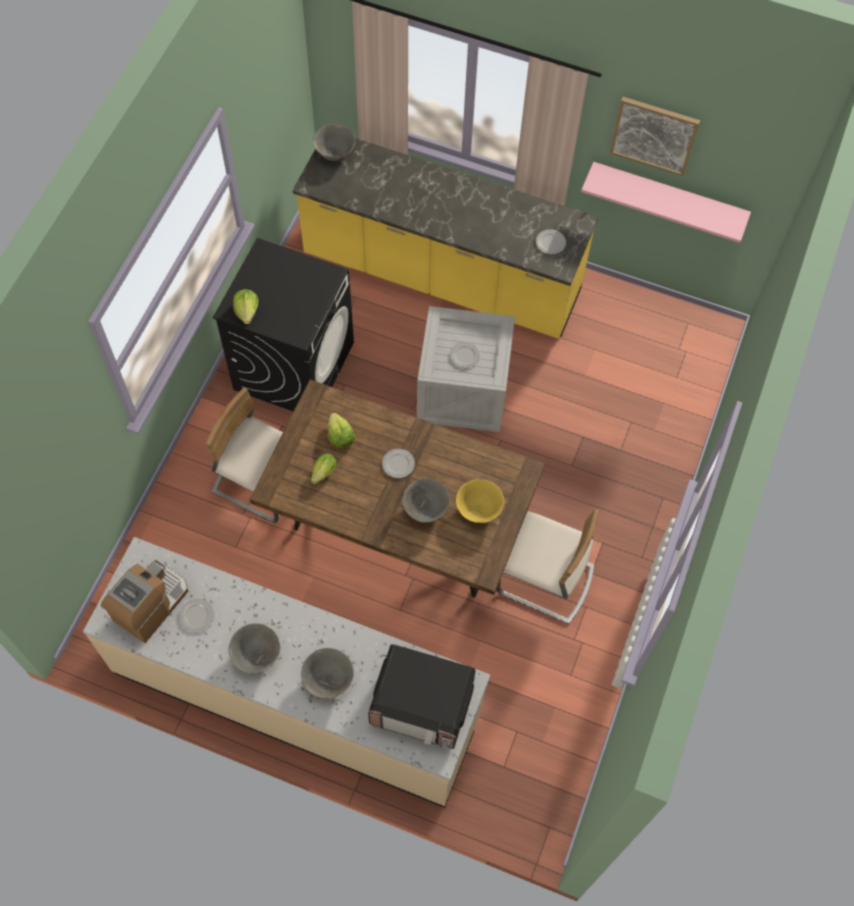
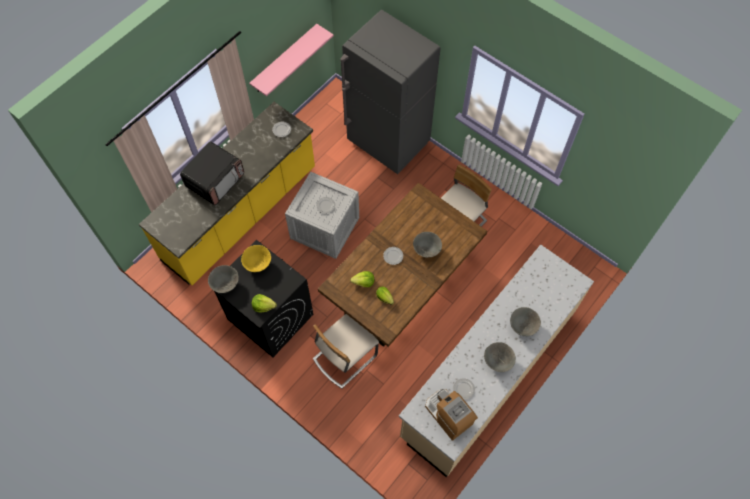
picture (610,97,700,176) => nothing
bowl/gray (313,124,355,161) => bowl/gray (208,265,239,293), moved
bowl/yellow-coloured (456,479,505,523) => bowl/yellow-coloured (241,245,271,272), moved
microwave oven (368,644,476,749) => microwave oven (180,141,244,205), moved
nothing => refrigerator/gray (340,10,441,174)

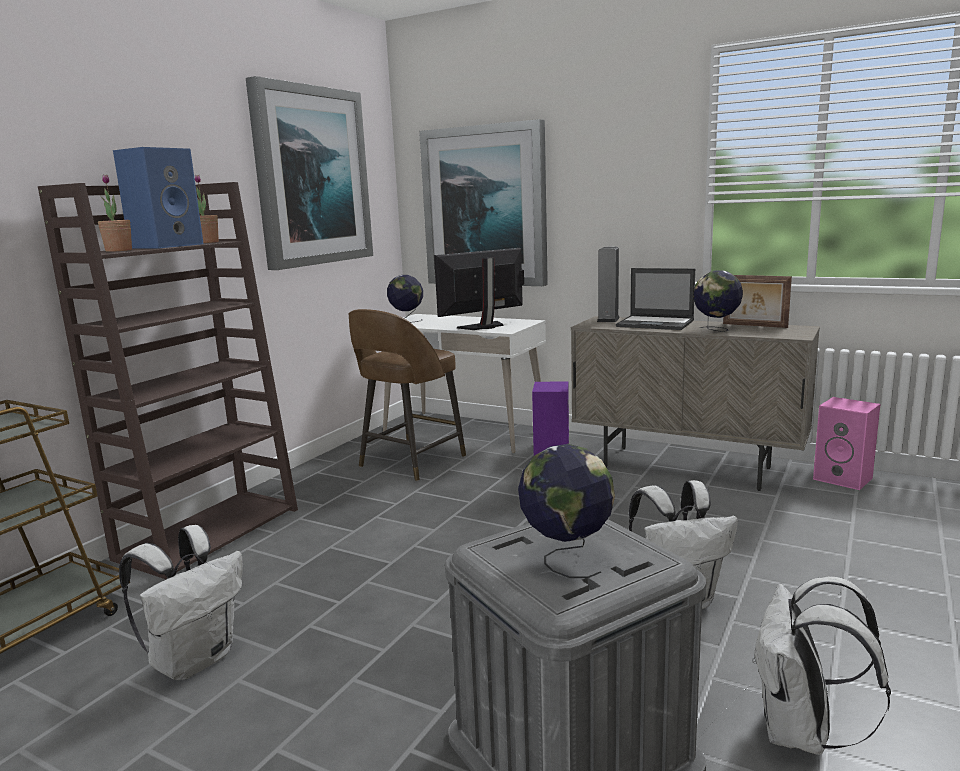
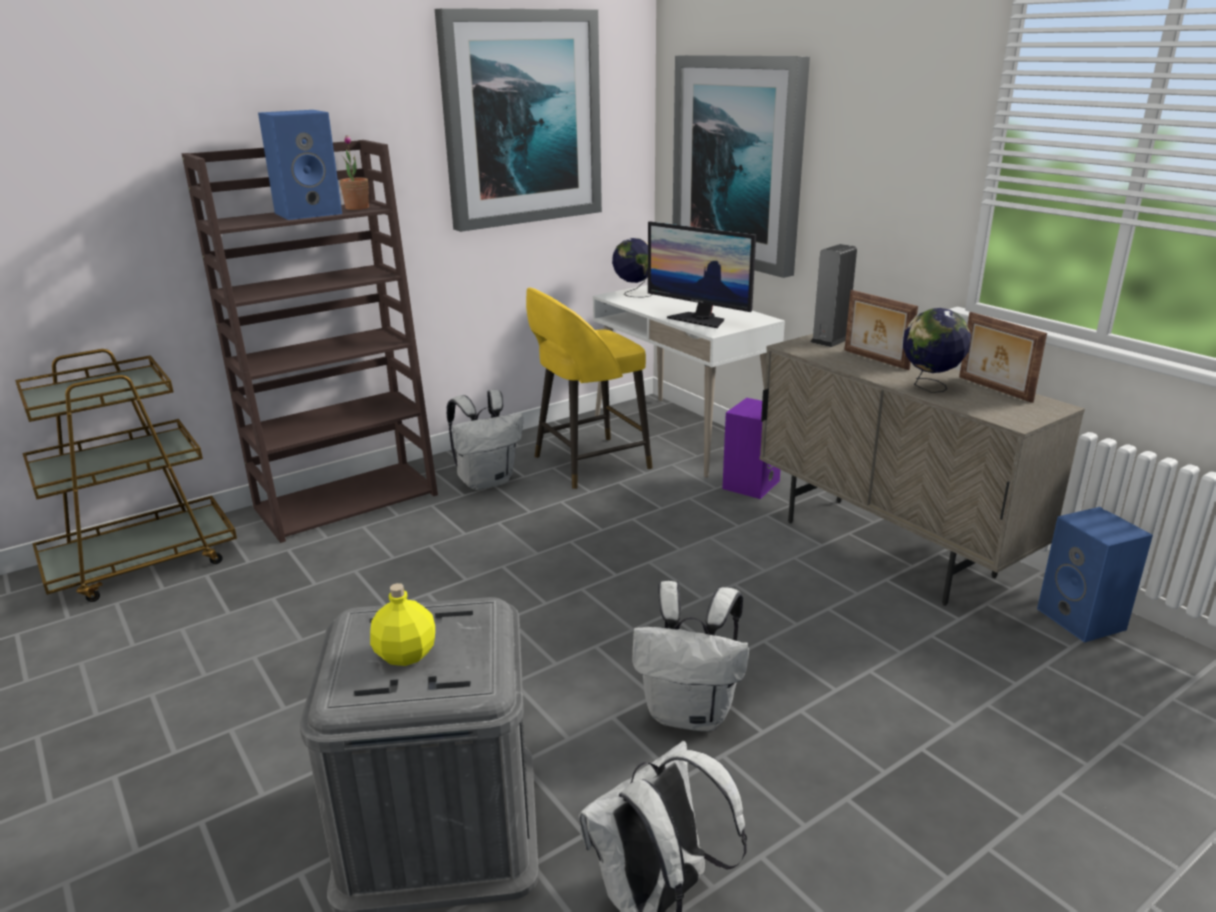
plant in a pot (98,174,132,252) => nothing
monitor (434,248,524,330) => monitor (648,221,756,328), 135 degrees counterclockwise
laptop (616,268,695,330) => picture frame (845,290,918,370)
stool seat/brown-coloured (349,309,466,481) => stool seat/yellow-coloured (526,288,653,489)
audio speaker/pink-coloured (813,397,880,490) => audio speaker/bluish (1037,507,1153,643)
desk globe (518,444,615,578) => drink bottle/yellow-coloured (370,583,435,666)
knapsack/whitish (119,525,243,680) => knapsack/whitish (447,390,523,490), moved

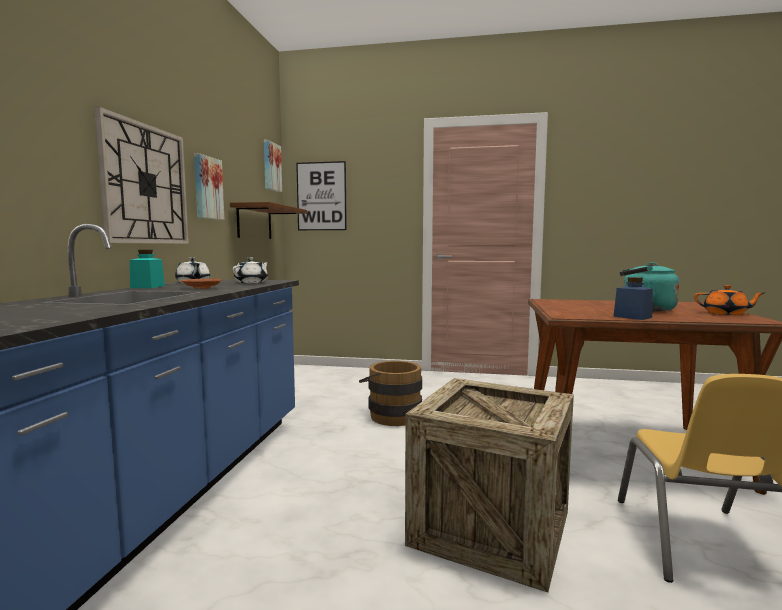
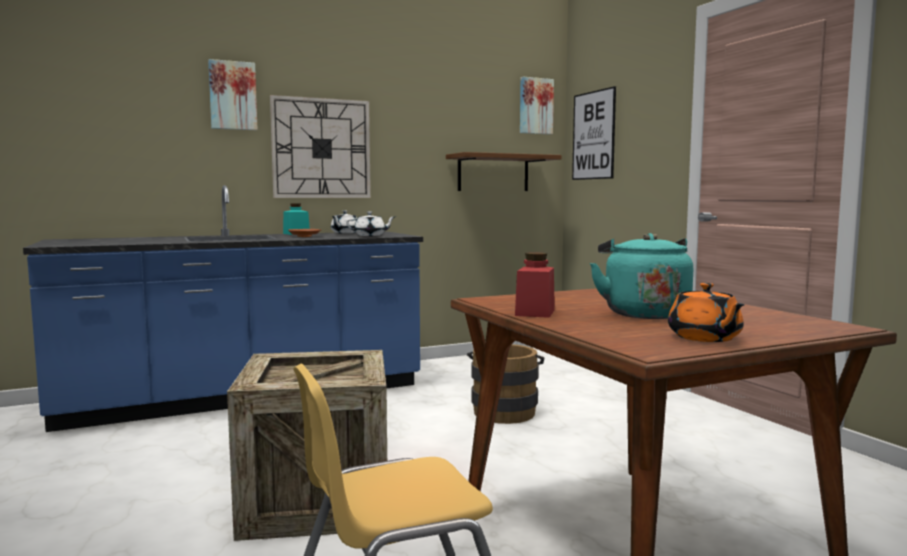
picture (194,153,224,220) => picture (208,59,258,130), moved
storage jar/bluish (613,277,653,320) => storage jar/red (515,252,555,318)

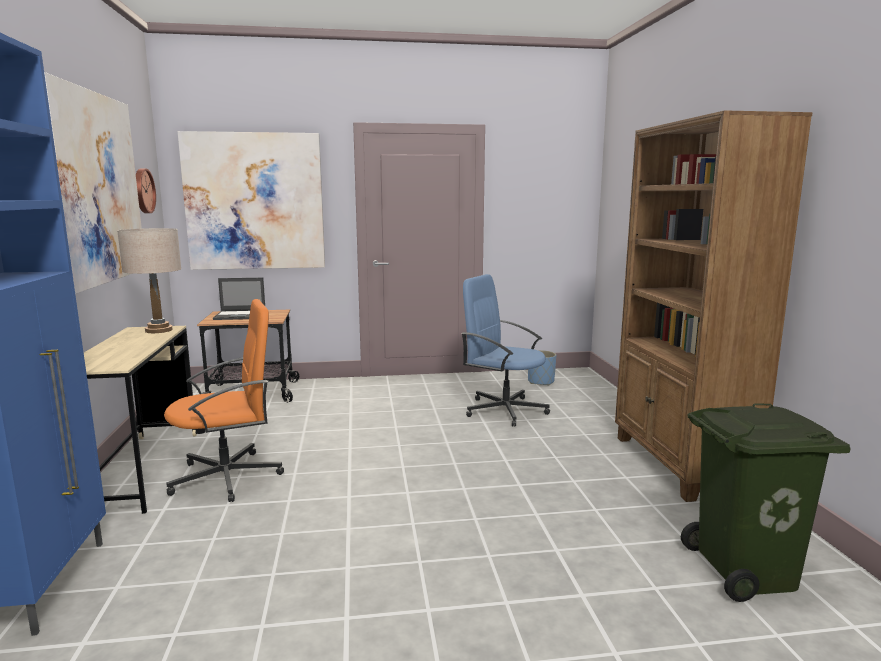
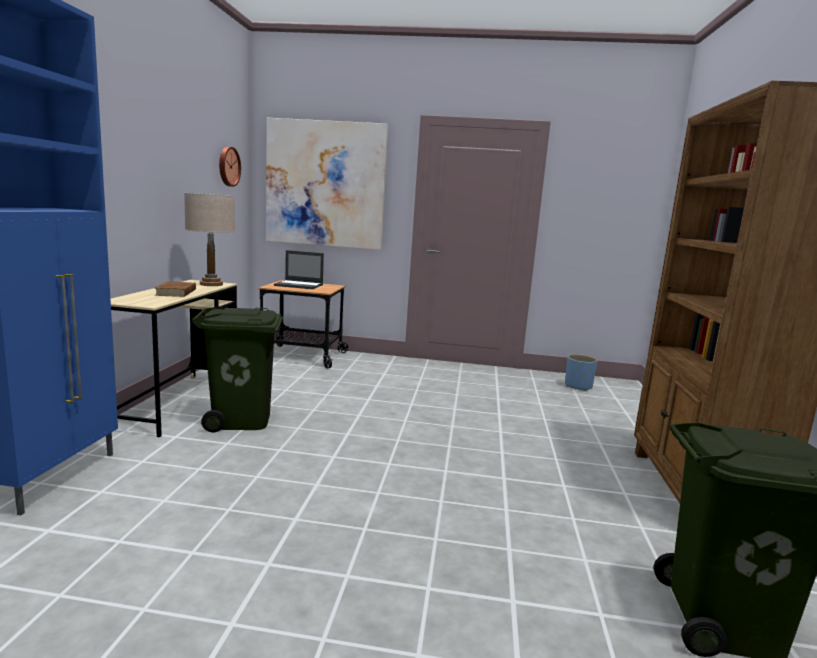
picture (44,72,142,294) => nothing
desk chair/bluish (461,274,550,426) => nothing
desk chair/orange (164,299,284,502) => trash can/greenish (192,307,283,432)
nothing => volume/brown-coloured (154,281,196,297)

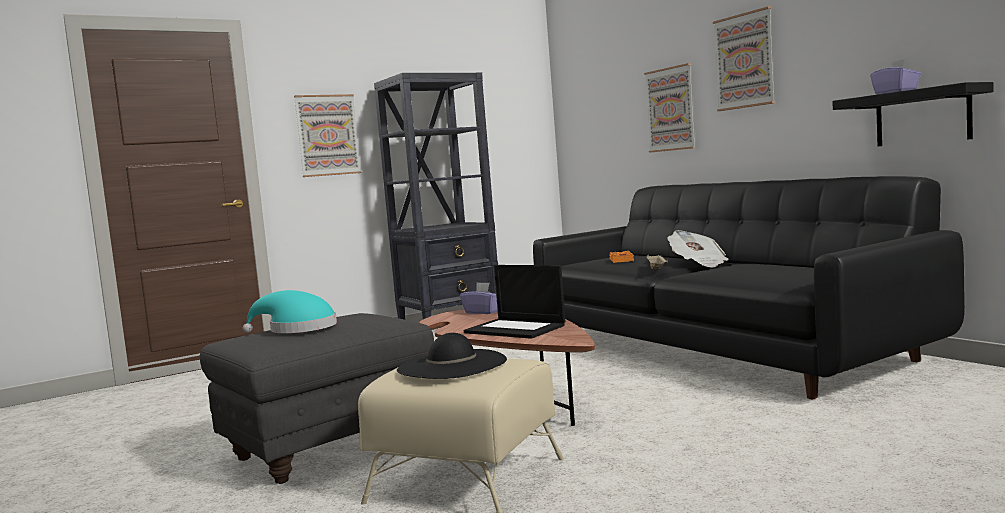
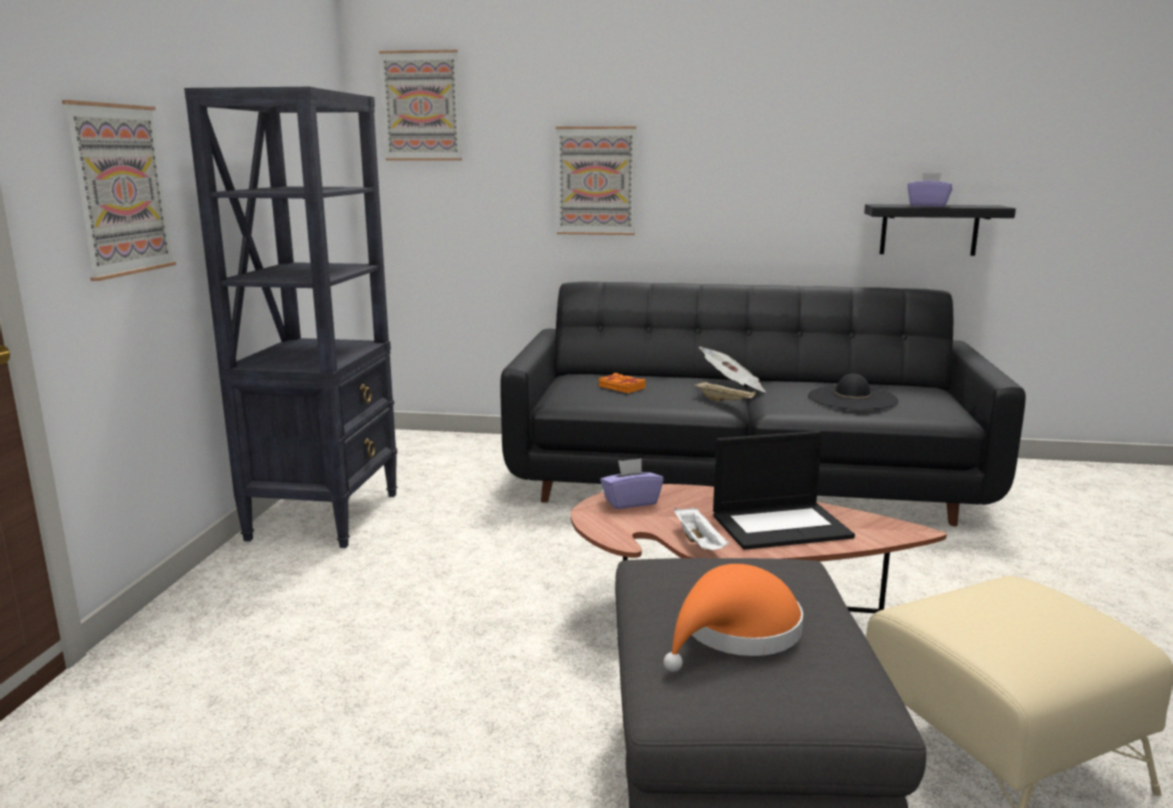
picture (713,6,775,111) => picture (379,50,462,161), moved
wearable hat/turquoise-coloured (243,290,337,333) => wearable hat/orange (664,564,803,672)
wearable hat/blackish (397,333,507,379) => wearable hat/blackish (808,373,899,410), moved
nothing => carrying tray/whitish (674,507,729,550)

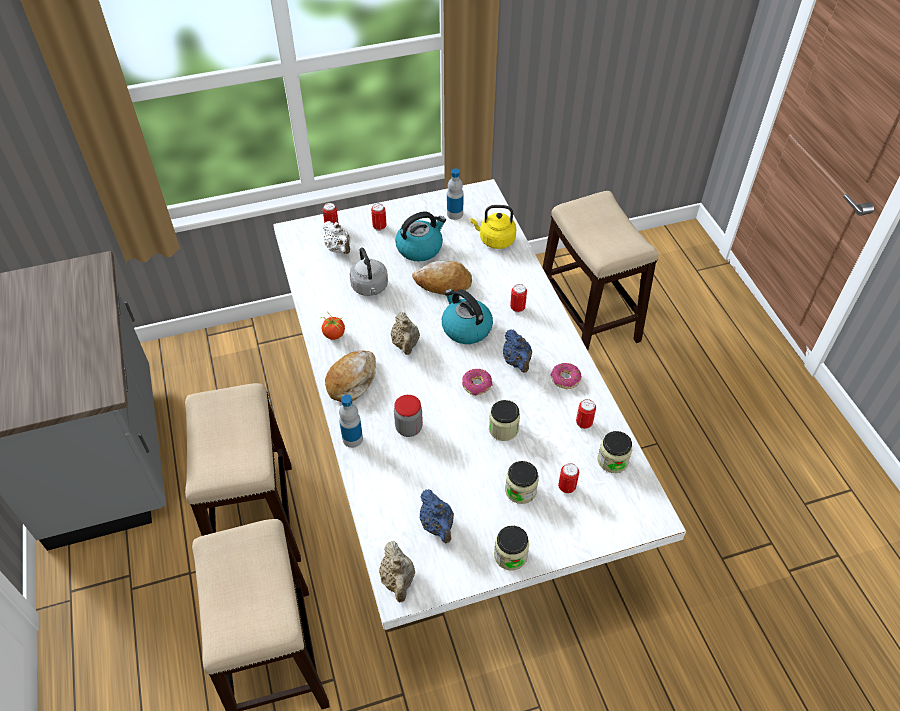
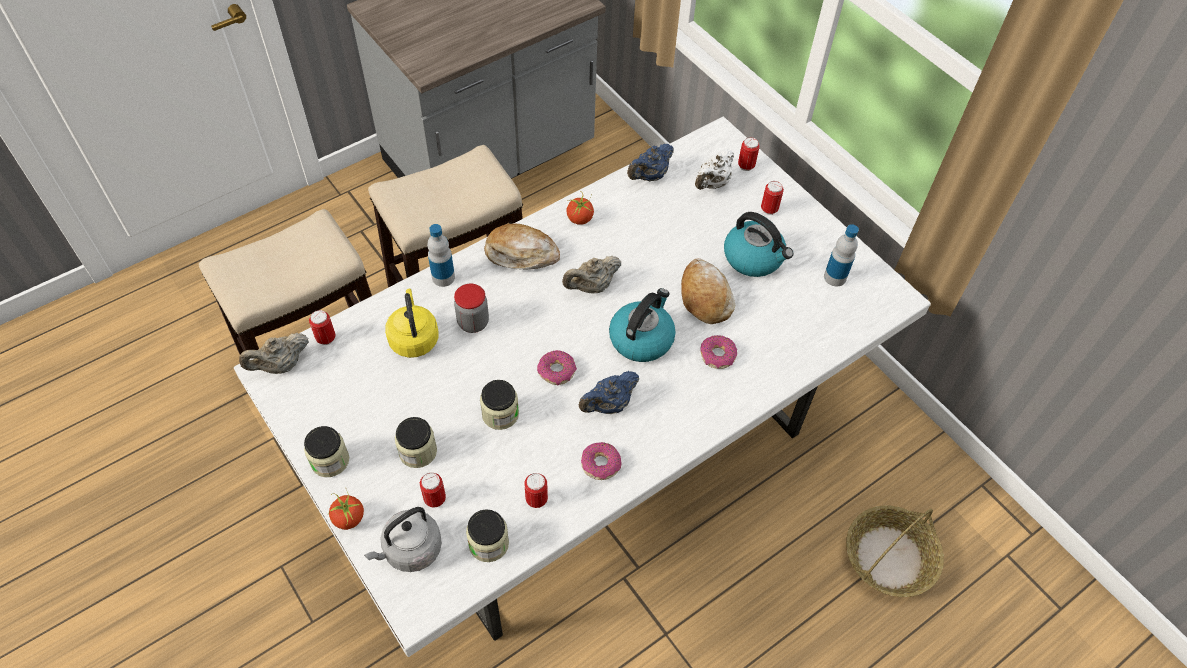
stool seat (542,191,659,350) => storage basket (846,505,944,597)
water kettle/yellow-coloured (470,205,516,249) => water kettle/yellow-coloured (385,289,438,358), moved
water kettle/gray (349,247,388,296) => water kettle/gray (364,507,442,572), moved
sealed can (510,284,527,313) => sealed can (309,310,336,345), moved
teapot/bluish (420,489,454,543) => teapot/bluish (627,143,674,181), moved
nothing => donut (701,335,737,369)
nothing => tomato (327,489,364,530)

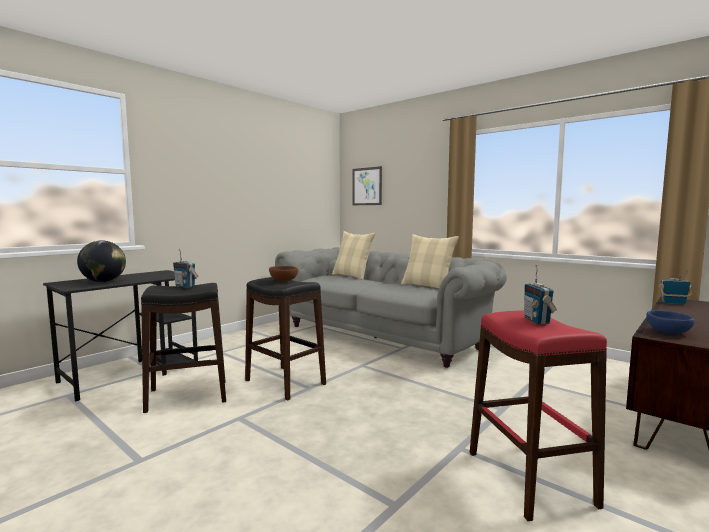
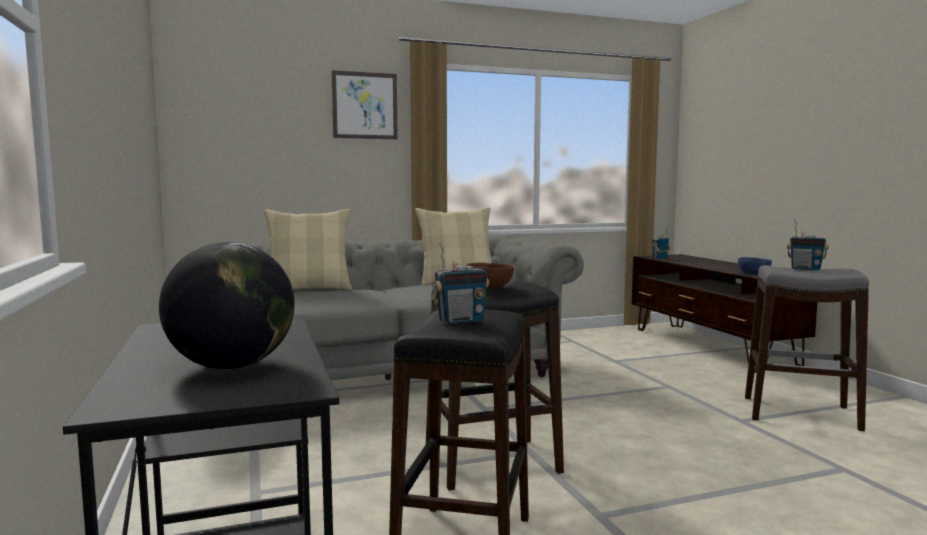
picture (353,166,382,205) => picture (331,70,398,139), moved
stool seat/red (470,310,607,521) => stool seat/gray (745,265,869,431)

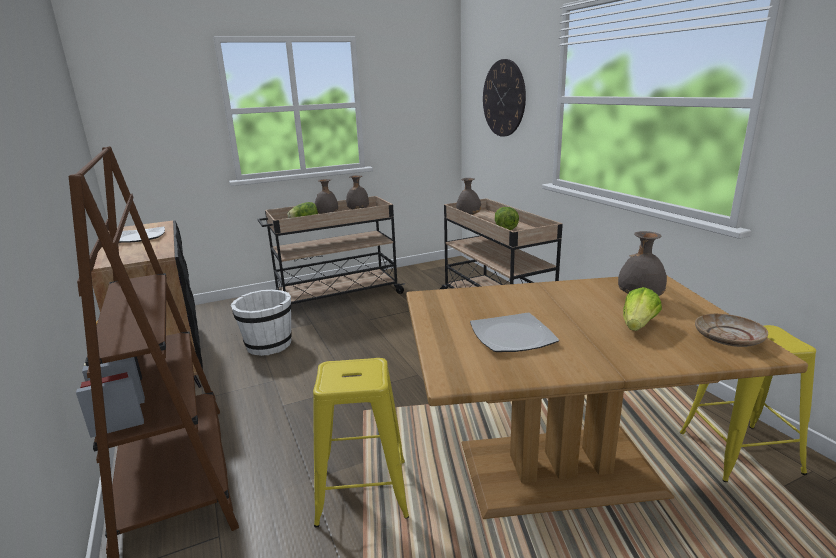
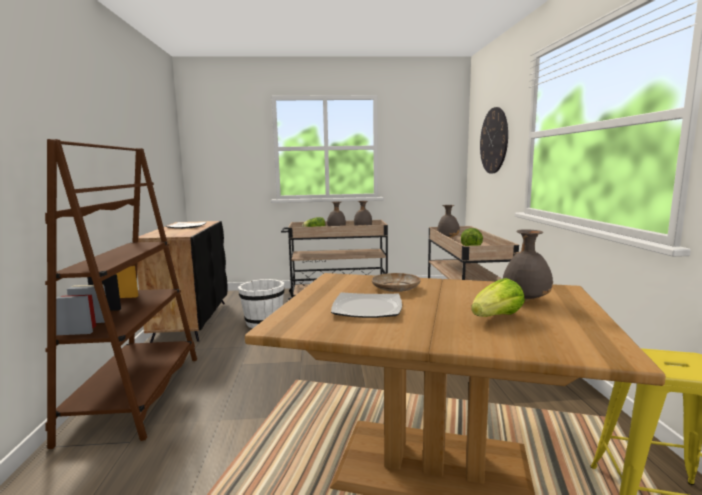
dinner plate/beige-coloured (695,314,768,347) => dinner plate/beige-coloured (372,273,421,292), moved
stool seat/yellow-coloured (313,358,409,528) => nothing

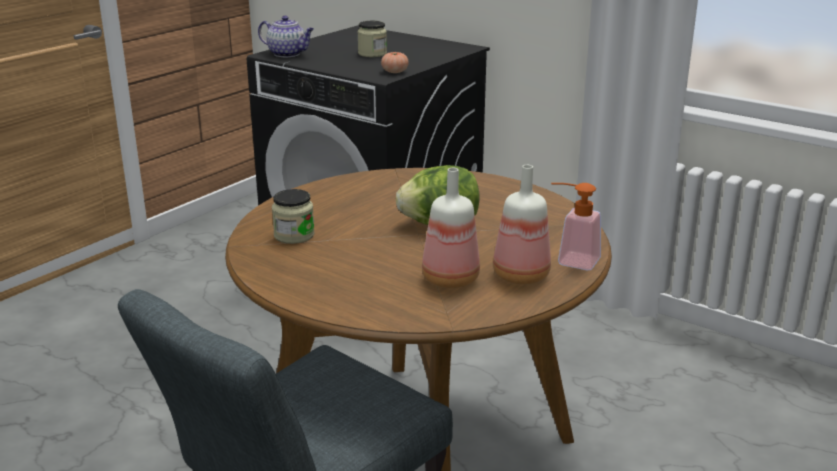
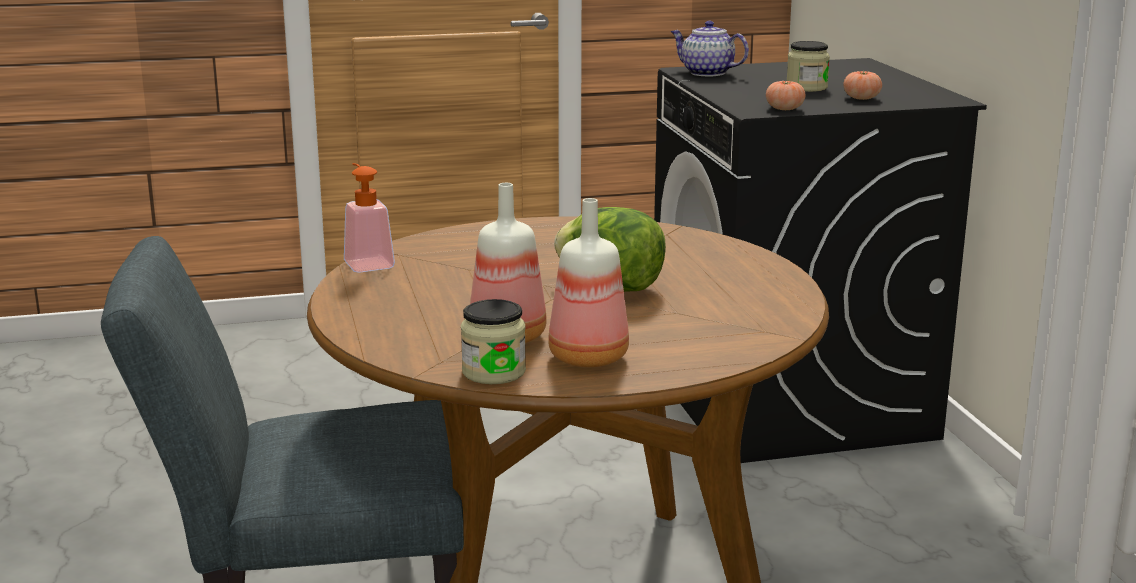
teapot (258,16,314,57) => teapot (670,21,749,77), 150 degrees clockwise
soap bottle (551,183,601,270) => soap bottle (344,163,395,273), moved
storage jar (272,189,315,244) => storage jar (461,299,526,384), moved
nothing => tomato (843,71,882,100)

